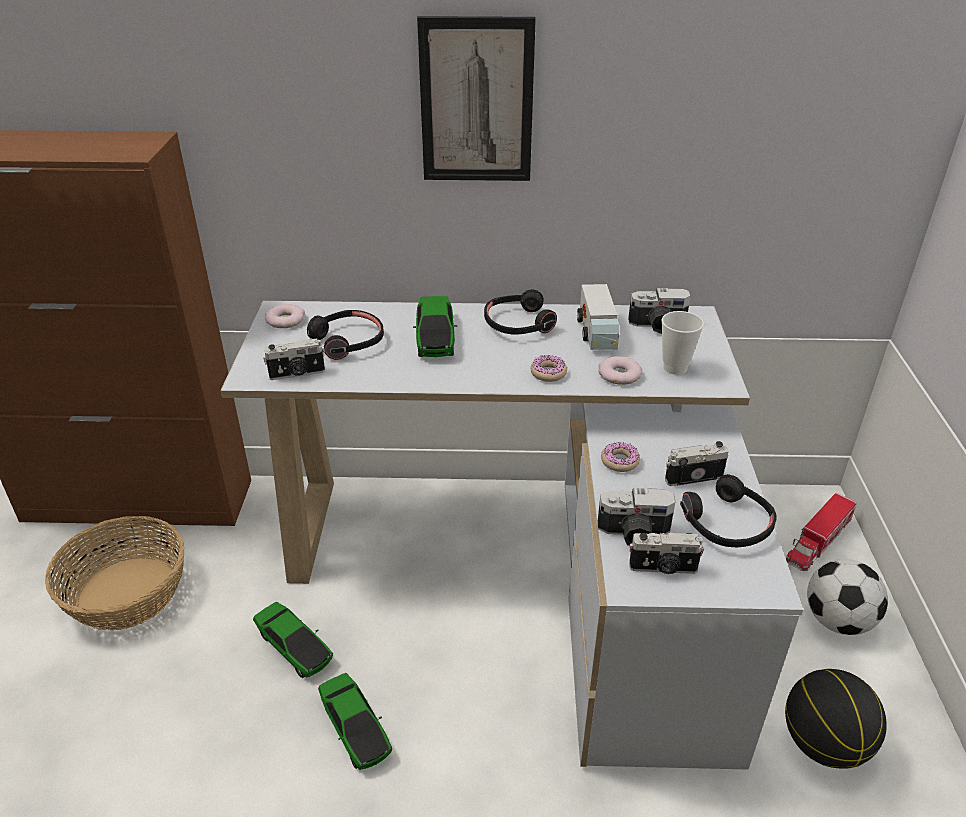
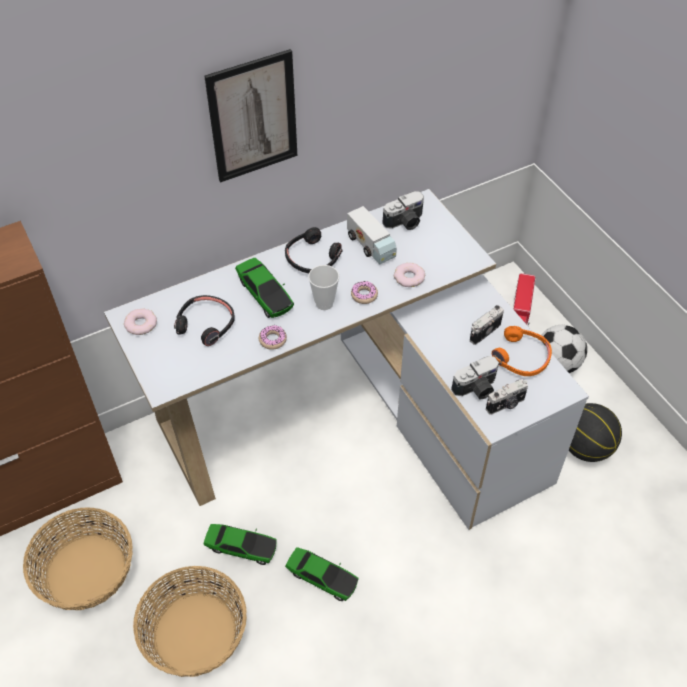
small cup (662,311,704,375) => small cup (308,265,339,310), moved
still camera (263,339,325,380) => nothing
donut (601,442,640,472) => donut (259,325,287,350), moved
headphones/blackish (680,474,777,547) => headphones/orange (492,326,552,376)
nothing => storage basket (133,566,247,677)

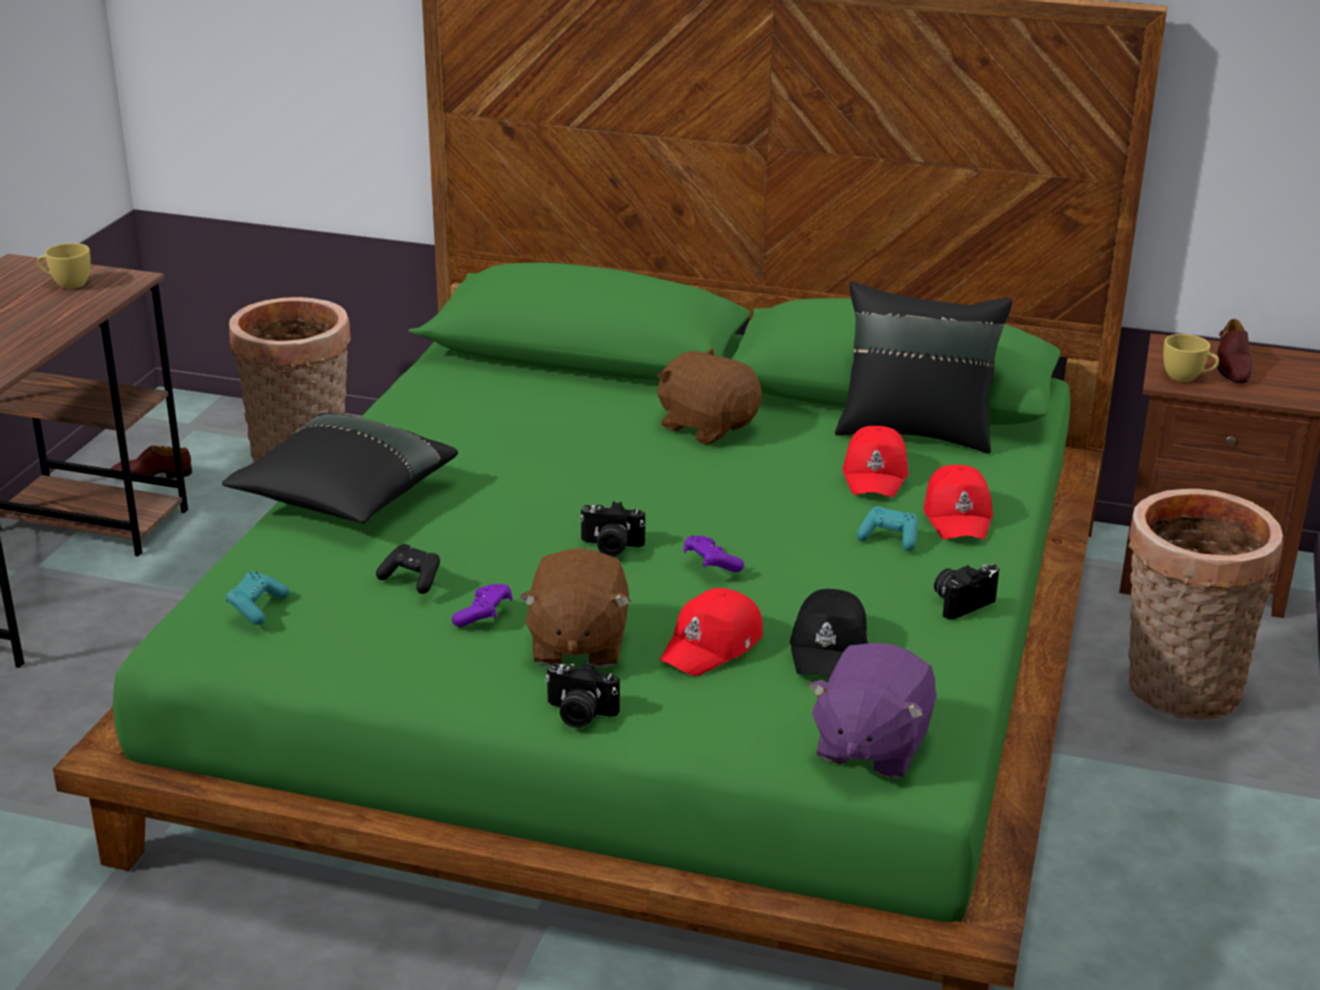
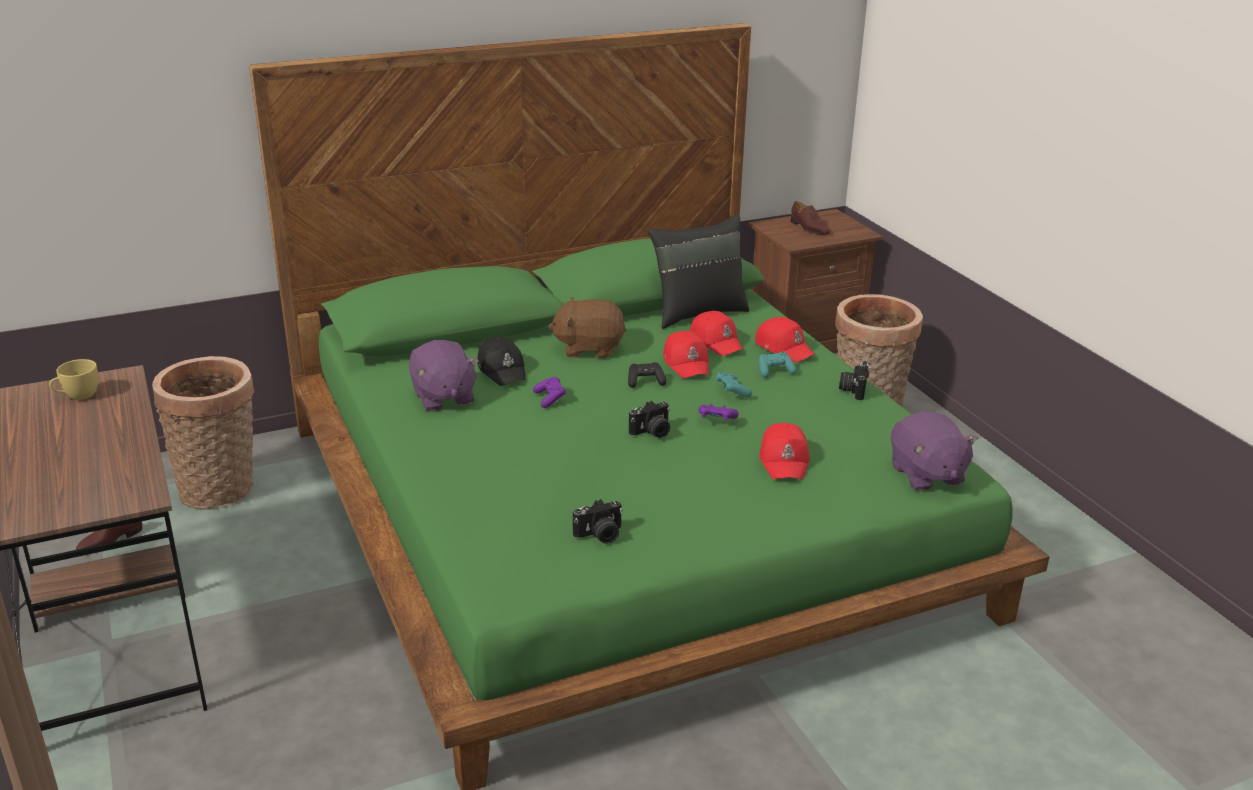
small cup/yellow-coloured (1163,334,1219,382) => nothing
pillow/blackish (222,413,458,524) => nothing
gamepad/blackish (376,544,440,594) => gamepad/blackish (628,362,666,388), moved
plush toy/brown-coloured (519,548,631,667) => nothing
gamepad/turquoise-coloured (226,571,290,625) => gamepad/turquoise-coloured (715,372,752,397), moved
gamepad/purple (452,584,512,627) => gamepad/purple (533,377,566,408), moved
baseball cap/blackish (790,589,868,677) => baseball cap/blackish (477,337,526,386), moved
still camera (545,662,620,728) => still camera (573,499,623,544), moved
nothing => baseball cap/red (663,331,709,379)
nothing => plush toy/purple (409,340,479,411)

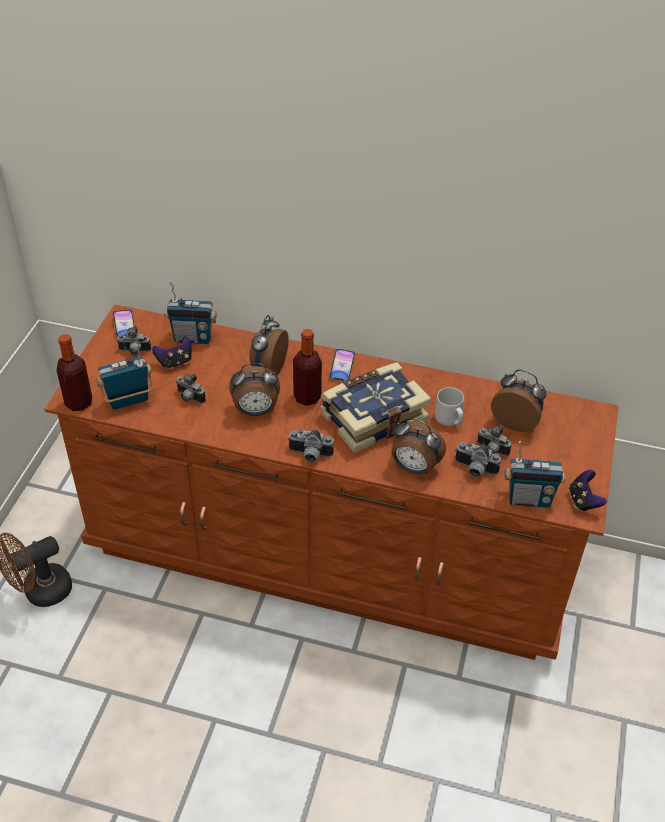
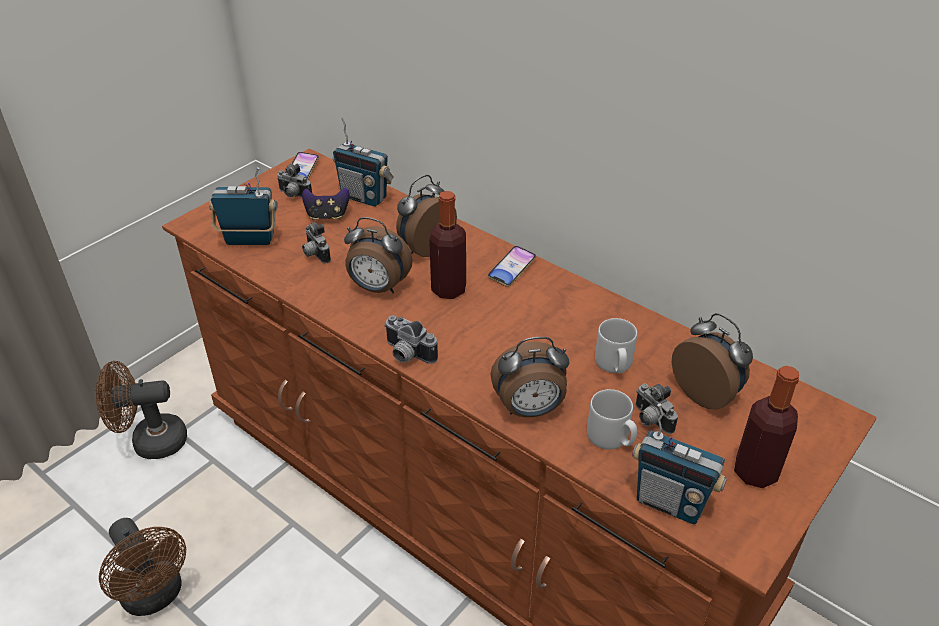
drink bottle (57,334,92,411) => drink bottle (734,366,799,488), moved
volume (321,362,431,453) => nothing
bedside clock (392,418,446,474) => bedside clock (491,337,570,417), 60 degrees counterclockwise
still camera (455,442,501,478) => coffee mug/gray (587,389,637,450)
gamepad (569,470,607,512) => nothing
nothing => electric fan/brown-coloured (99,518,186,616)

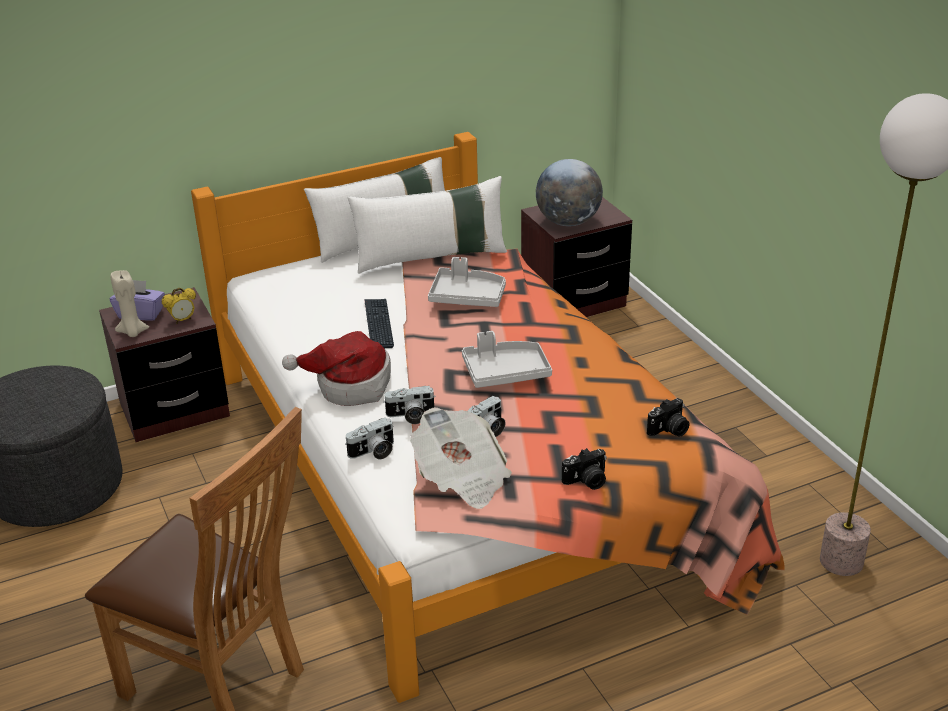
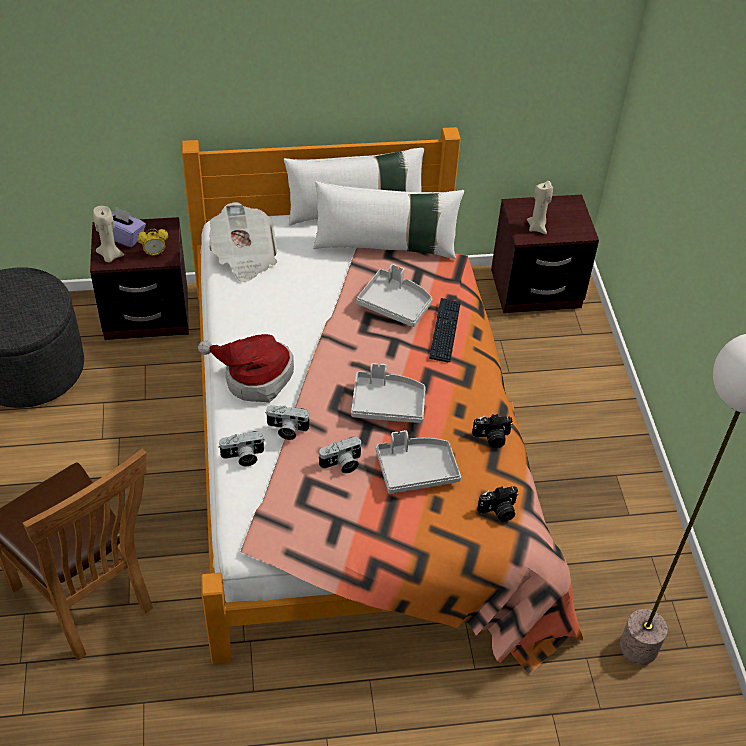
desk globe (536,159,603,226) => candle/beige-coloured (527,181,553,234)
keyboard (364,299,394,348) => keyboard (429,298,461,362), moved
newspaper (410,407,512,509) => newspaper (209,202,277,282), moved
still camera (562,448,607,490) => still camera (472,414,513,448), moved
nothing => carrying tray/gray (376,430,461,494)

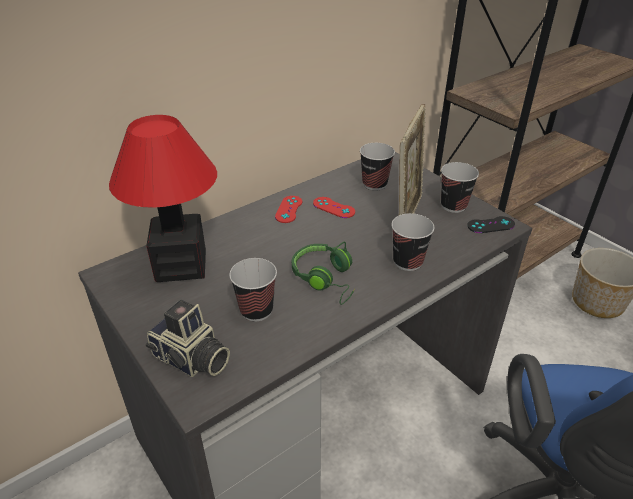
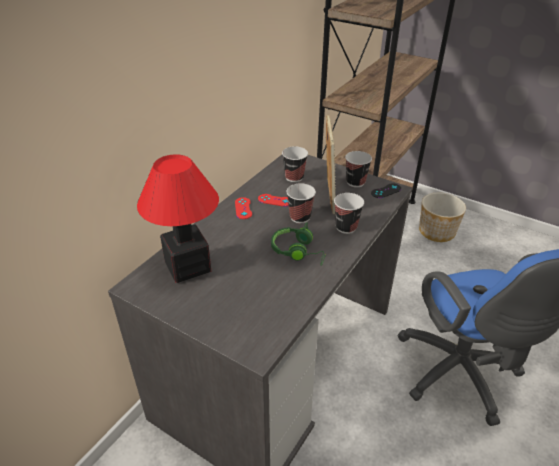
small cup (229,258,277,321) => small cup (286,183,316,223), moved
still camera (146,300,230,377) => nothing

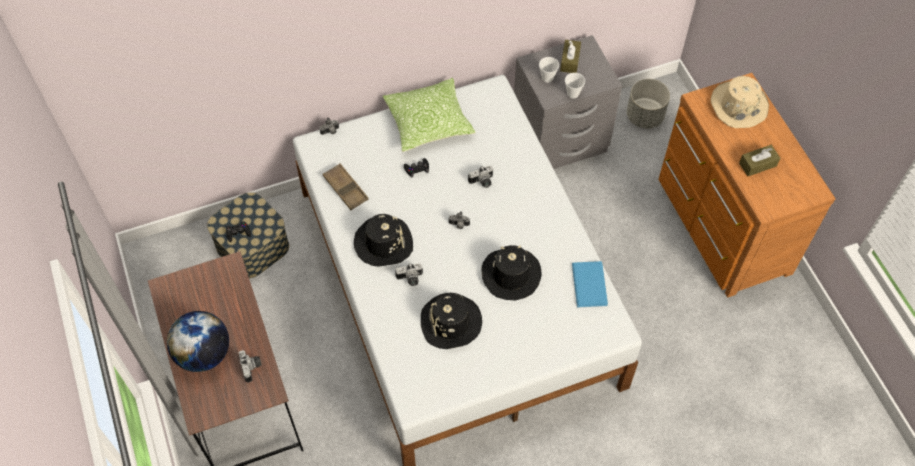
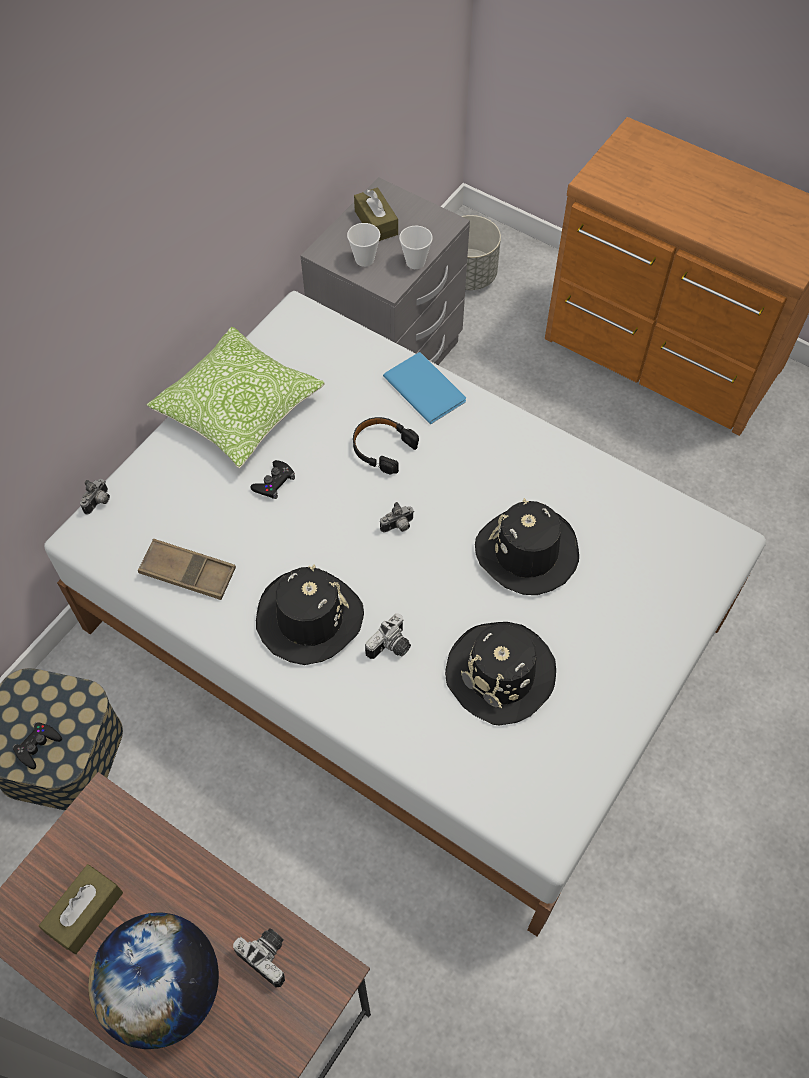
wearable hat/beige-coloured (711,76,769,128) => nothing
tissue box/brown-coloured (739,145,780,176) => tissue box/brown-coloured (39,864,123,954), moved
still camera (468,165,493,188) => headphones/blackish (353,417,419,474)
volume/bluish (572,261,608,307) => volume/bluish (383,352,466,424), moved

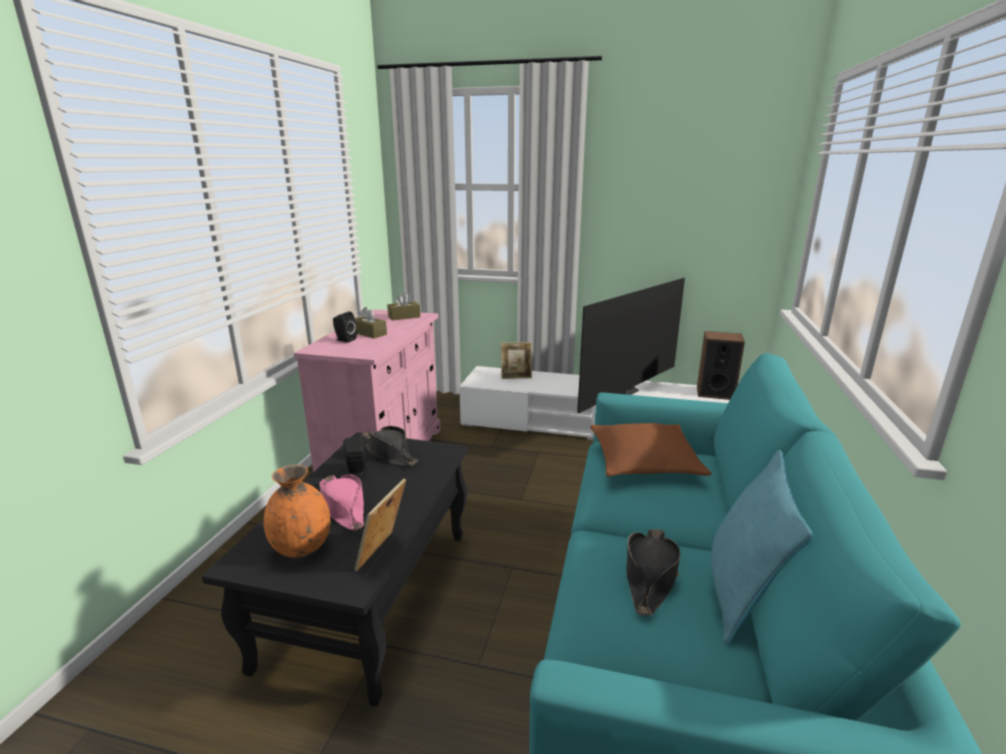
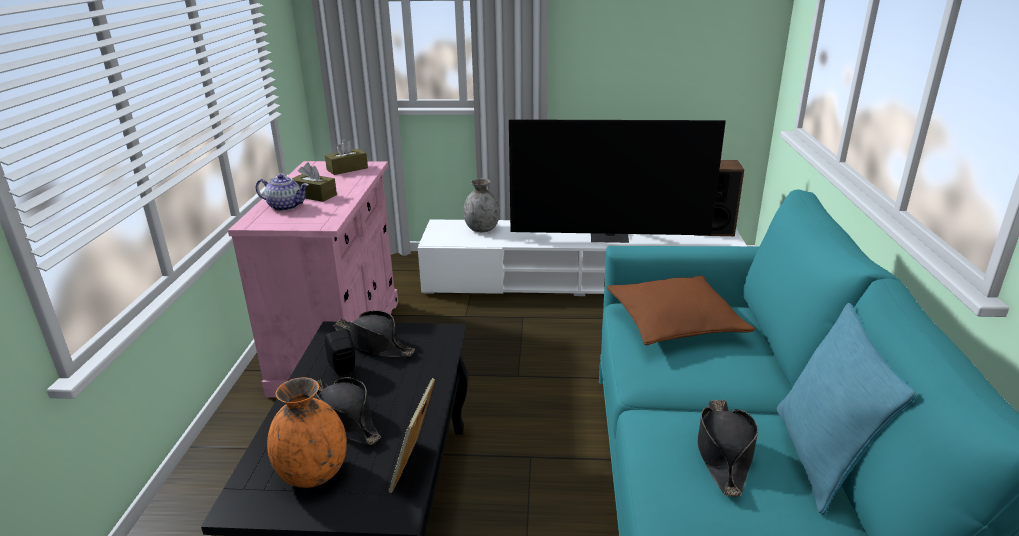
TV set (577,278,685,413) => TV set (509,119,726,243), 60 degrees clockwise
audio speaker/blackish (333,311,357,343) => teapot (256,174,309,211)
picture frame (501,342,532,379) => decorative vase/gray (463,179,500,232)
wearable hat/pink-coloured (319,474,364,531) => wearable hat/blackish (313,377,381,445)

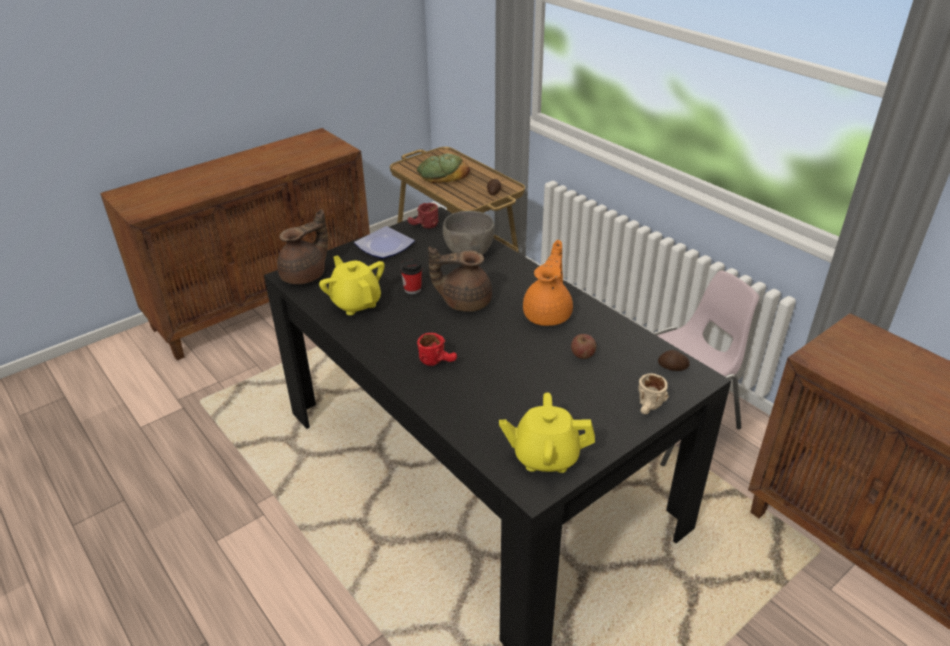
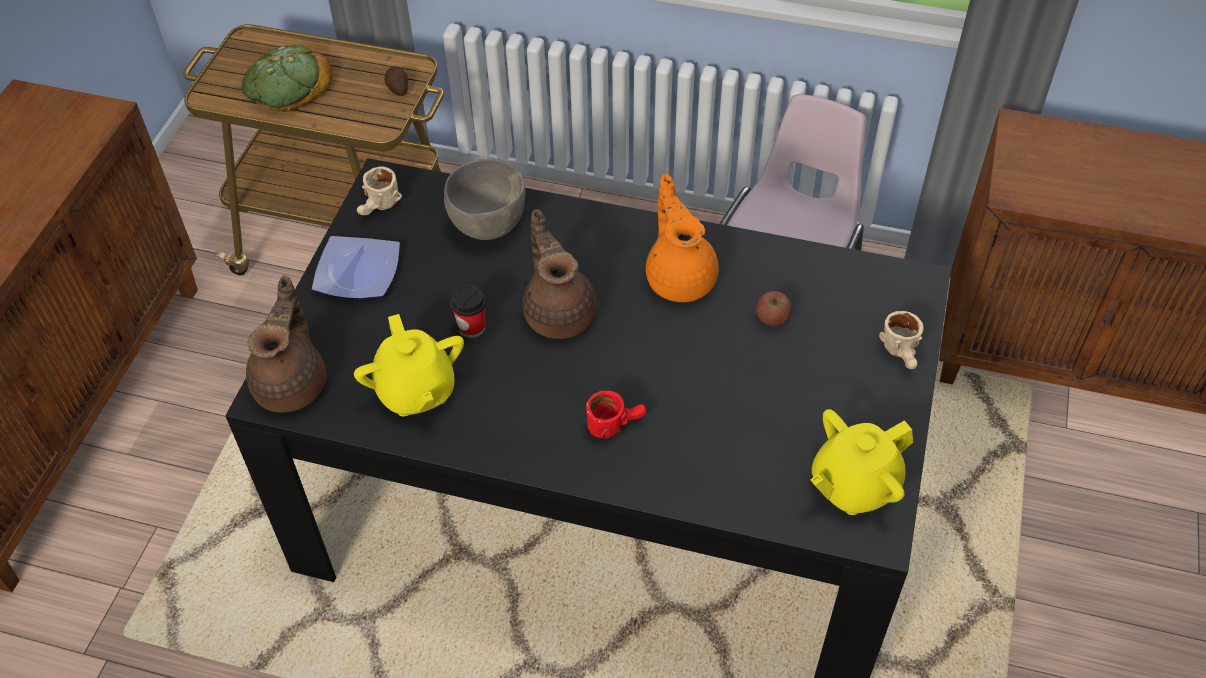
coffee mug/red (407,203,438,229) => coffee mug/beige-coloured (357,167,402,215)
teapot/brown-coloured (428,247,492,312) => teapot/brown-coloured (523,209,597,339), 105 degrees clockwise
teapot/yellow-coloured (319,255,385,315) => teapot/yellow-coloured (354,314,464,416), 135 degrees counterclockwise
potato (658,350,690,371) => nothing

